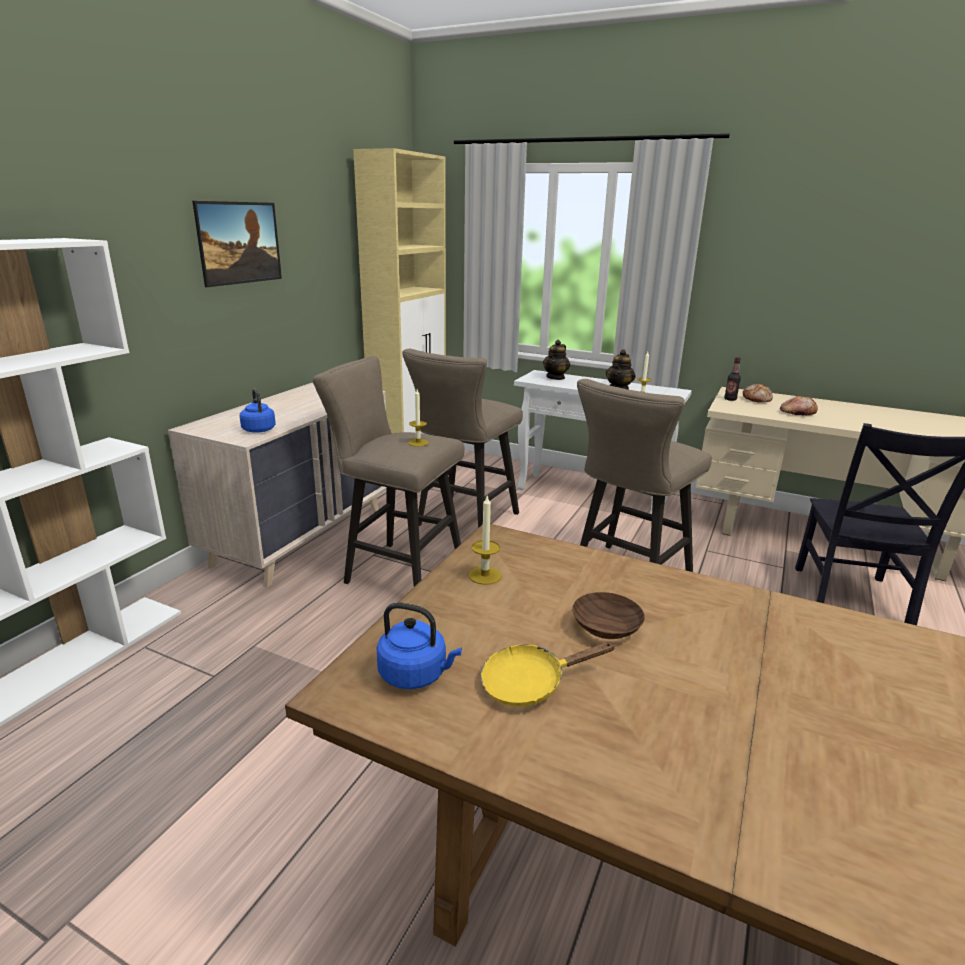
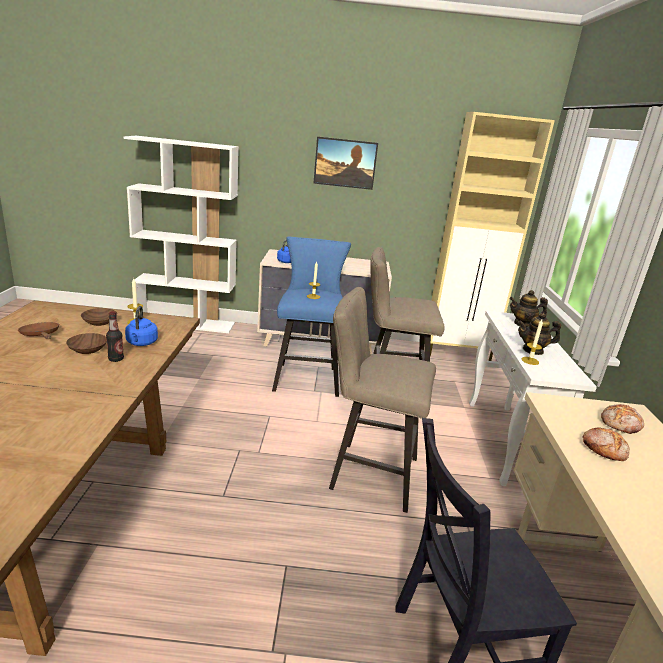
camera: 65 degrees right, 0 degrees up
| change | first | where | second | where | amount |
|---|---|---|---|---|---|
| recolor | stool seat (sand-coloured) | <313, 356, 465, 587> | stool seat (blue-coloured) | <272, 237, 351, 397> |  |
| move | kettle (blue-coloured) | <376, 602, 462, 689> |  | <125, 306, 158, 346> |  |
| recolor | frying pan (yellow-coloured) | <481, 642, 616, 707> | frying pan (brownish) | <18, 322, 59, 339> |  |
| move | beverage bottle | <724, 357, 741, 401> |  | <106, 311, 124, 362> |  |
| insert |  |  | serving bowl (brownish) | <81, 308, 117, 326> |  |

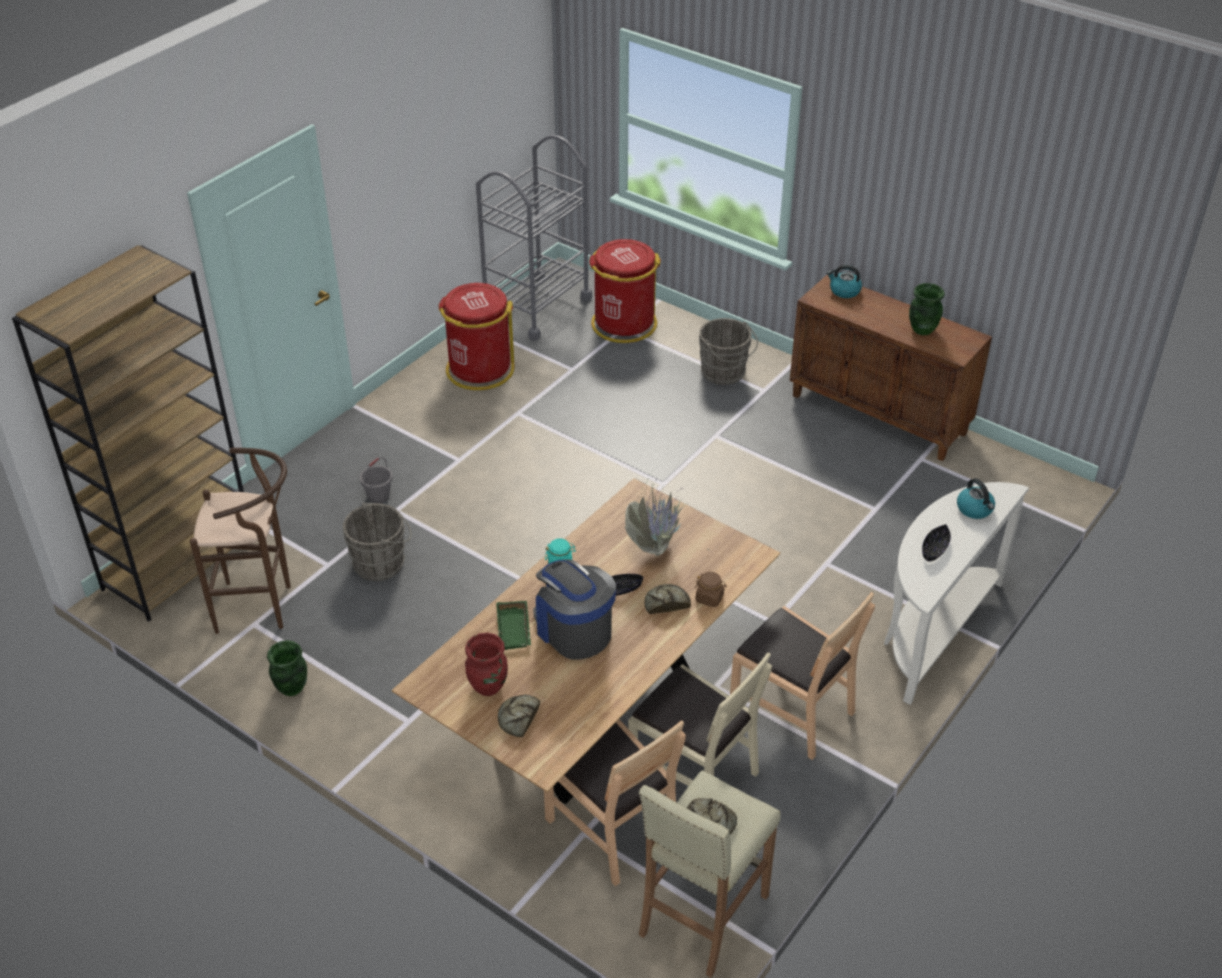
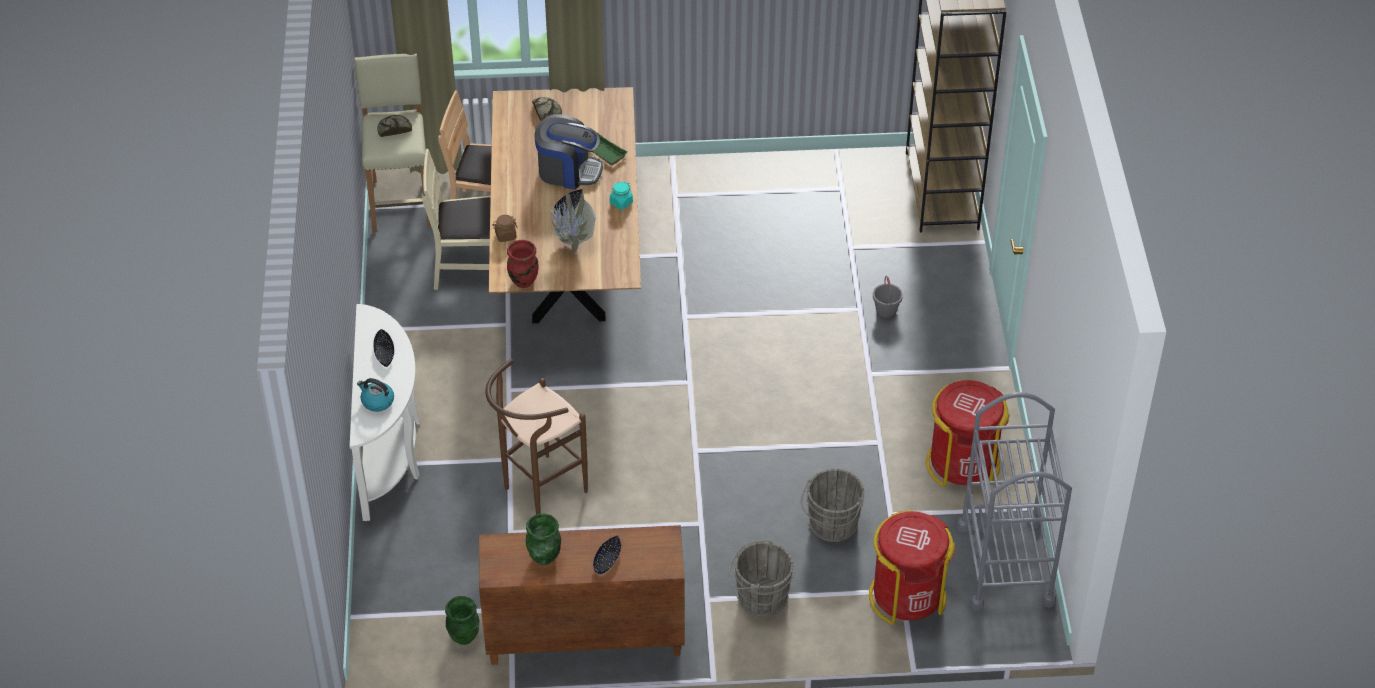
camera: 140 degrees right, 5 degrees up
| change | first | where | second | where | amount |
|---|---|---|---|---|---|
| move | stool seat (brownish) | <190, 448, 291, 634> |  | <485, 359, 588, 515> |  |
| move | decorative vase (green-coloured) | <267, 640, 307, 696> |  | <445, 596, 479, 645> |  |
| move | water bucket (greyish) | <343, 503, 412, 581> |  | <801, 469, 865, 542> |  |
| move | decorative vase (reddish) | <465, 633, 508, 696> |  | <507, 240, 538, 288> |  |
| delete | bakery bread | <644, 584, 691, 614> |  |  |  |
| delete | plain chair (brownish) | <730, 592, 875, 760> |  |  |  |
| delete | kettle | <827, 265, 862, 298> |  |  |  |
| insert |  |  | serving bowl (blackish) | <593, 535, 621, 574> |  |

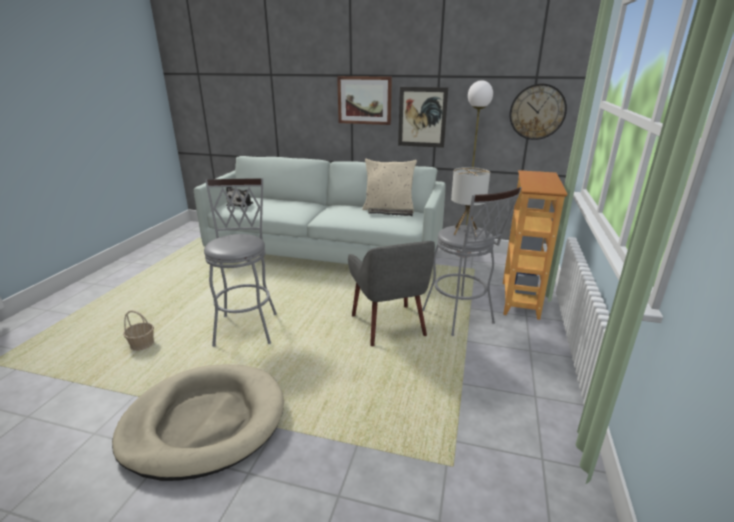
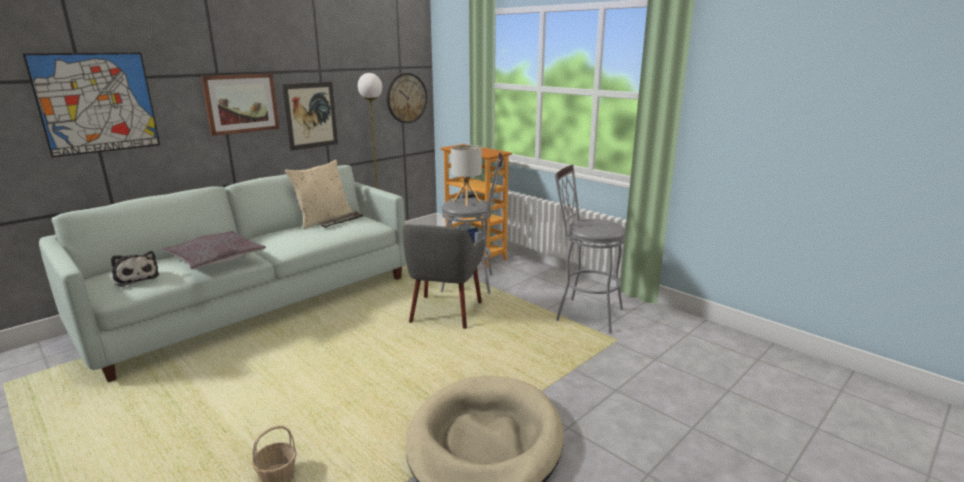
camera: 60 degrees left, 5 degrees down
| change | first | where | second | where | amount |
|---|---|---|---|---|---|
| move | stool seat (greyish) | <204, 178, 277, 347> |  | <555, 165, 626, 333> |  |
| rotate | armchair (greyish) | <348, 241, 435, 346> |  | <403, 224, 485, 329> | 90 degrees clockwise |
| insert |  |  | wall art | <23, 53, 160, 157> |  |
| insert |  |  | pillow (greyish) | <162, 231, 266, 269> |  |

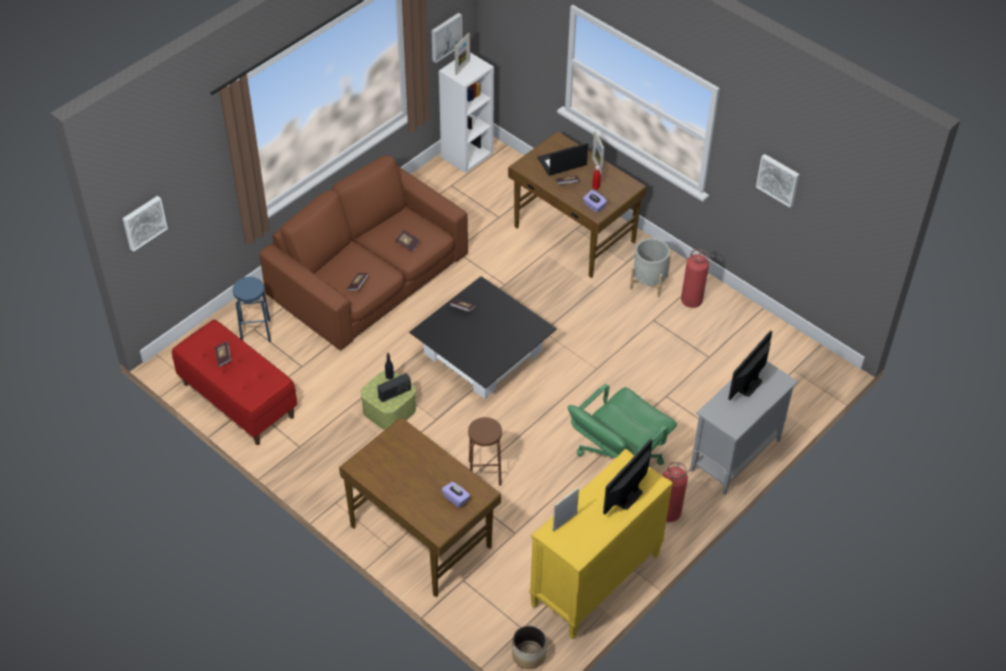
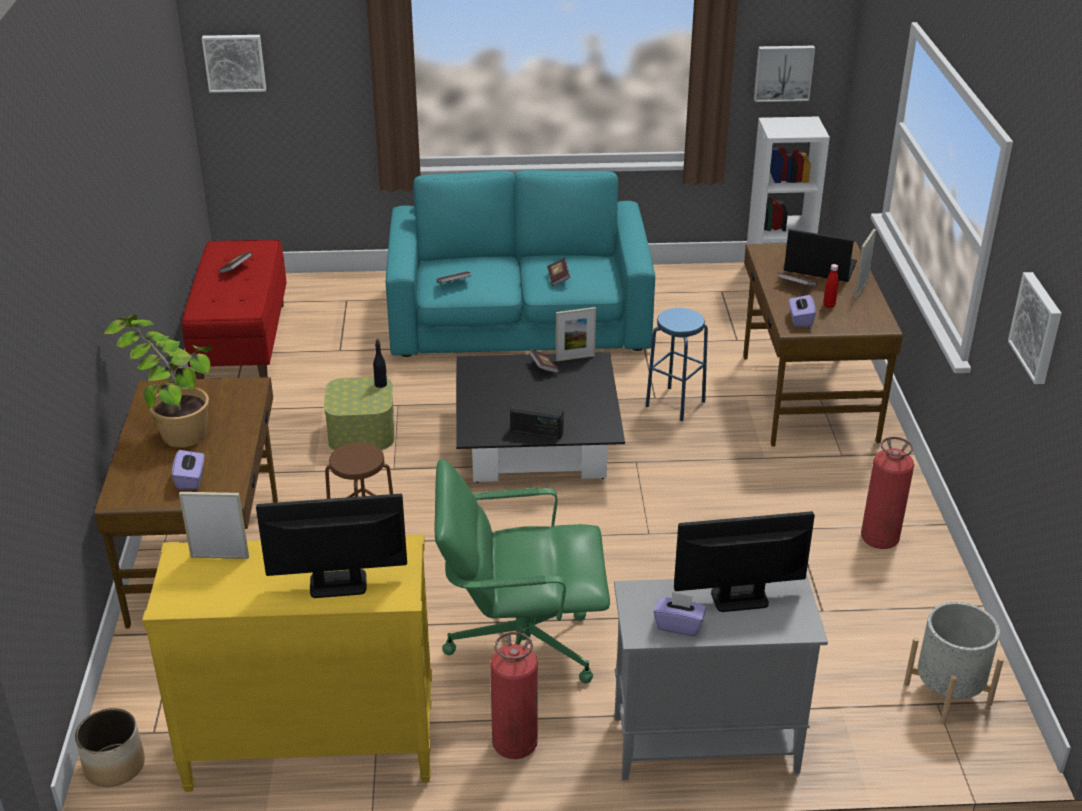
camera: 45 degrees right, 15 degrees down
| change | first | where | second | where | amount |
|---|---|---|---|---|---|
| move | stool seat (blue-coloured) | <233, 277, 271, 342> |  | <646, 308, 708, 421> |  |
| recolor | sofa (brownish) | <259, 155, 468, 350> | sofa (turquoise-coloured) | <386, 170, 655, 357> |  |
| move | radio set | <377, 373, 411, 402> |  | <510, 403, 564, 439> |  |
| move | standing frame | <455, 33, 470, 75> |  | <556, 307, 596, 362> |  |
| move | plant pot (greyish) | <630, 238, 671, 297> |  | <904, 602, 1004, 725> |  |
| insert |  |  | plant in a pot | <103, 315, 212, 448> |  |
| insert |  |  | box of tissues (purplish) | <654, 592, 706, 636> |  |

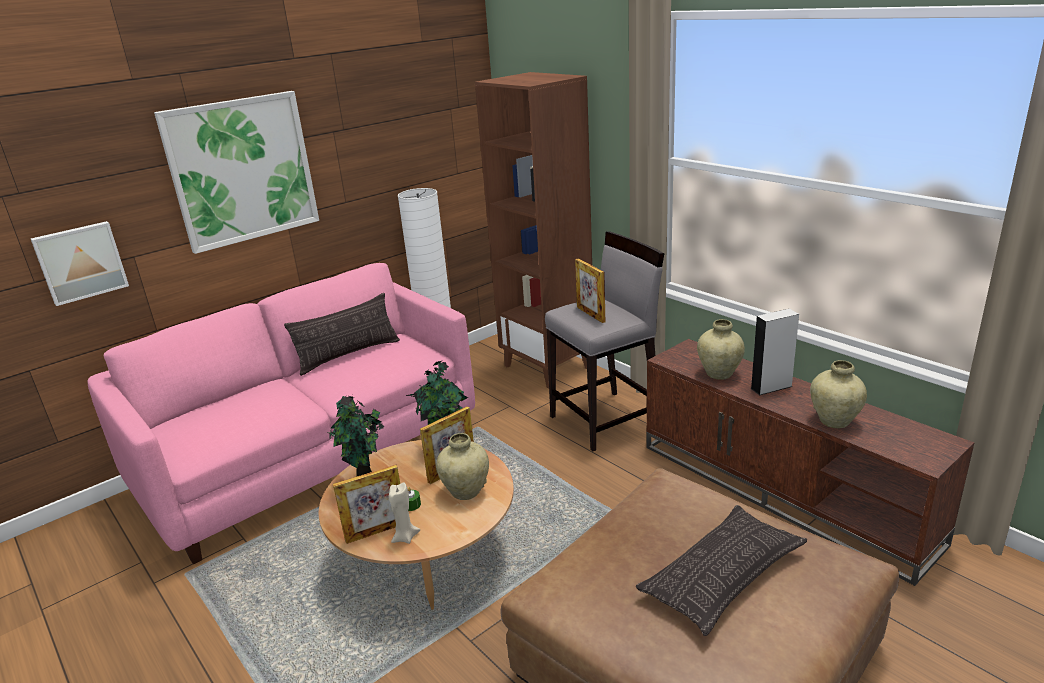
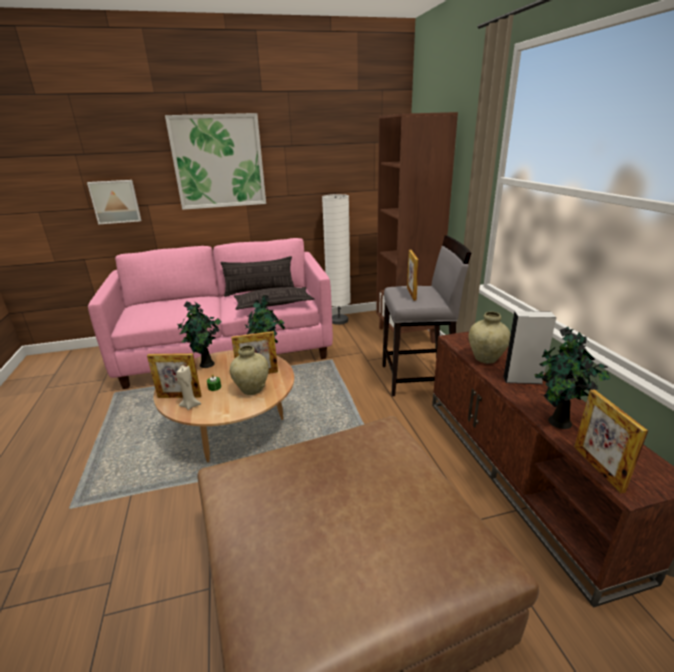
camera: 25 degrees right, 0 degrees up
| change | first | where | second | where | amount |
|---|---|---|---|---|---|
| move | pillow | <636, 505, 807, 636> |  | <234, 287, 314, 310> |  |
| replace | decorative vase (sand-coloured) | <810, 360, 867, 428> | plant in a pot | <534, 327, 610, 429> |  |
| insert |  |  | standing frame | <574, 389, 648, 493> |  |

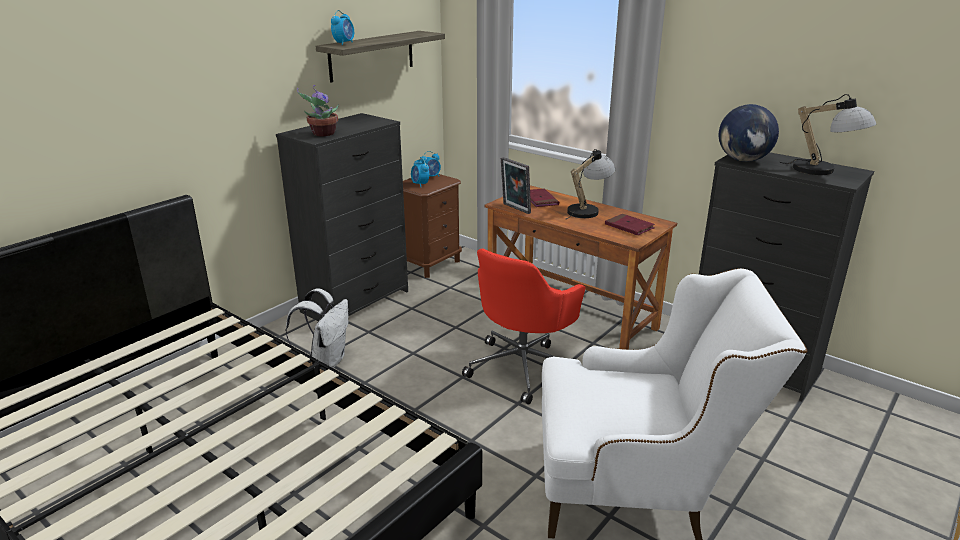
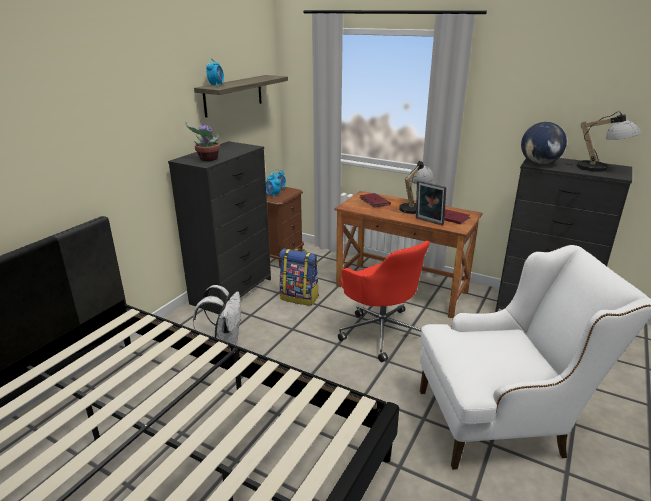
camera: 10 degrees left, 0 degrees up
| change | first | where | second | where | amount |
|---|---|---|---|---|---|
| rotate | computer chair (reddish) | <462, 248, 585, 405> |  | <338, 241, 430, 362> | 60 degrees counterclockwise |
| move | standing frame | <501, 157, 531, 214> |  | <416, 180, 446, 226> |  |
| insert |  |  | knapsack | <279, 248, 319, 306> |  |

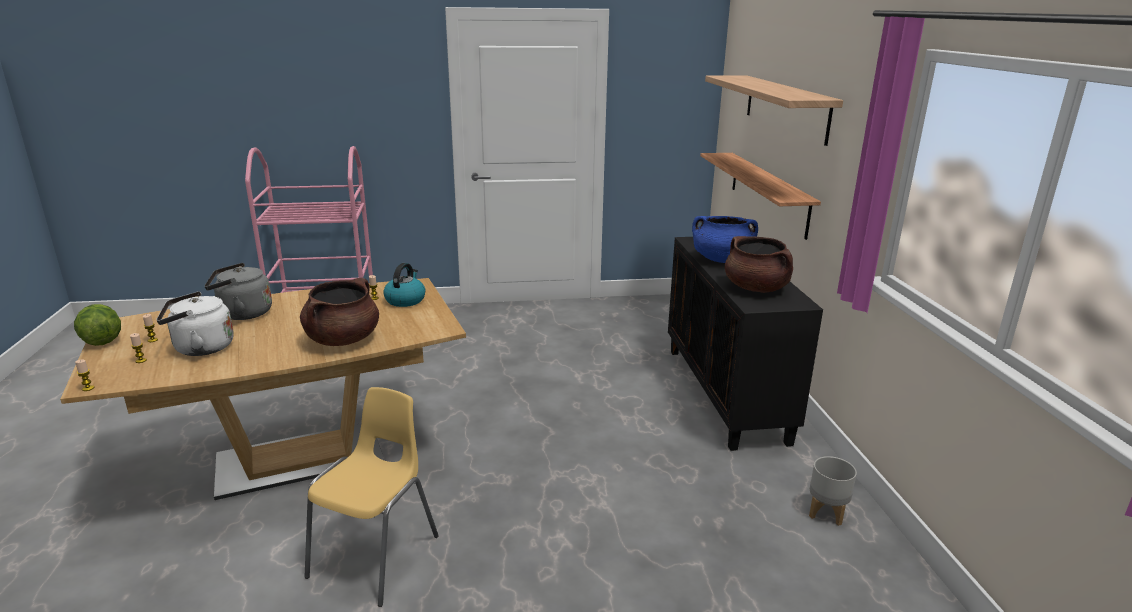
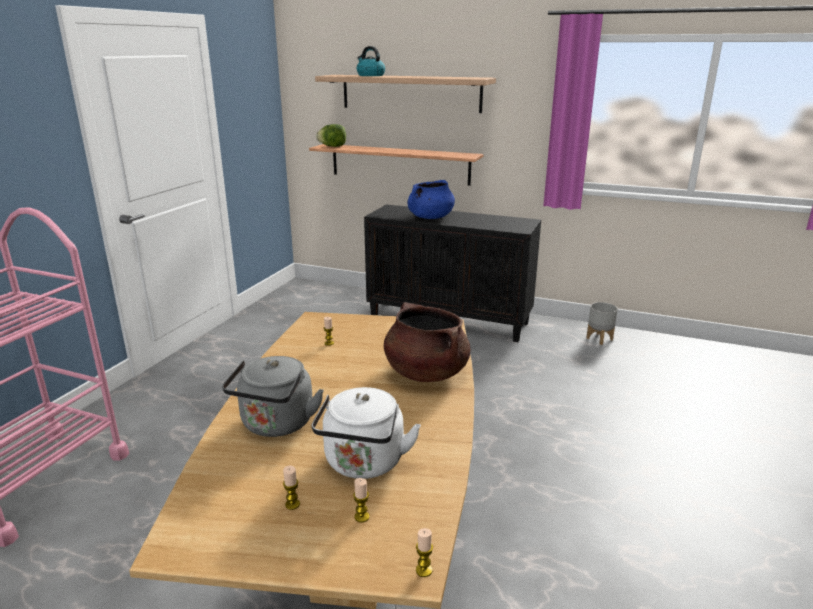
camera: 60 degrees left, 0 degrees up
| change | first | where | second | where | amount |
|---|---|---|---|---|---|
| move | head of lettuce | <74, 304, 121, 346> |  | <316, 124, 346, 147> |  |
| delete | plain chair (yellow-coloured) | <305, 387, 439, 607> |  |  |  |
| move | kettle | <383, 263, 425, 307> |  | <357, 46, 385, 76> |  |
| delete | stockpot (brownish) | <725, 236, 793, 293> |  |  |  |

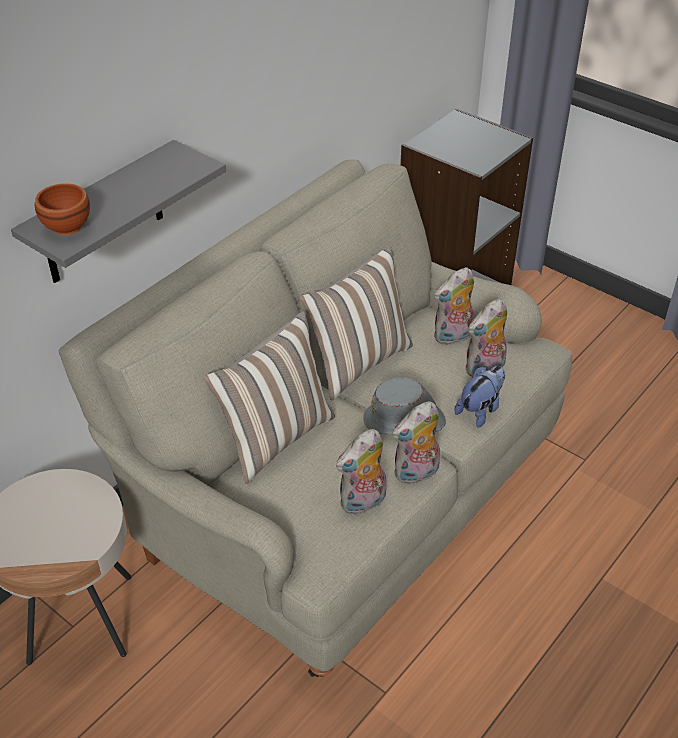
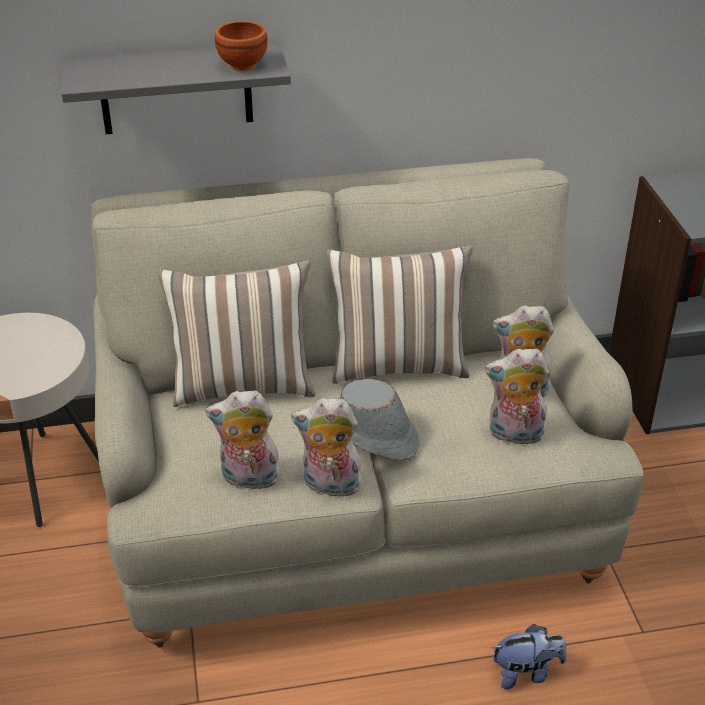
camera: 40 degrees right, 5 degrees down
| change | first | where | second | where | amount |
|---|---|---|---|---|---|
| move | serving bowl (brownish) | <35, 183, 90, 236> |  | <215, 21, 268, 71> |  |
| move | plush toy | <455, 366, 505, 427> |  | <492, 624, 567, 689> |  |

